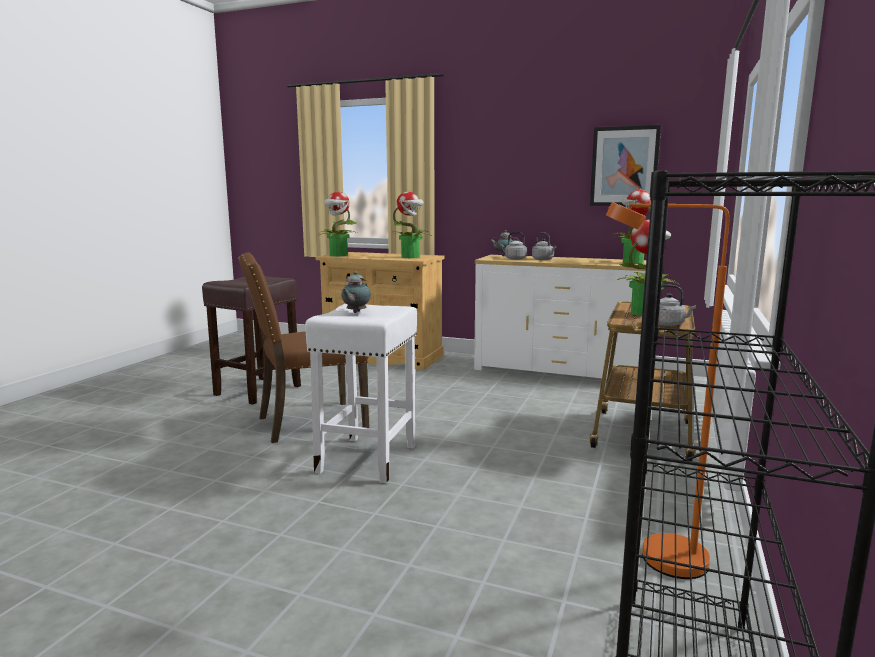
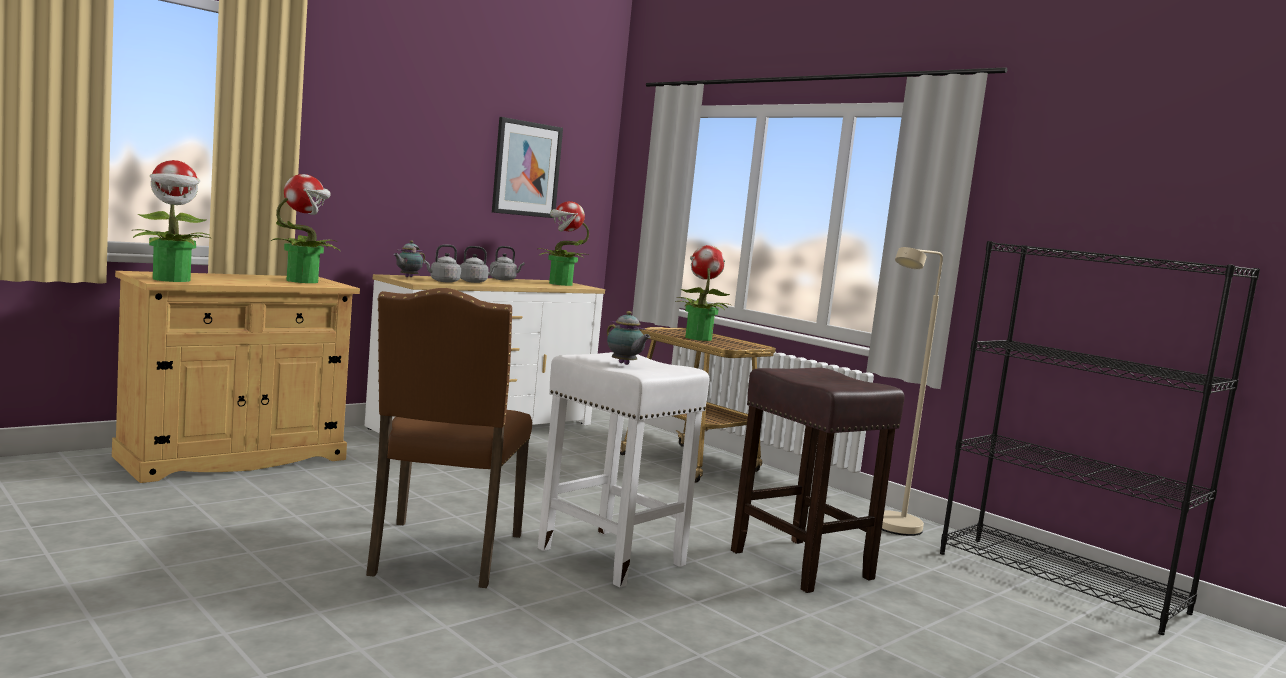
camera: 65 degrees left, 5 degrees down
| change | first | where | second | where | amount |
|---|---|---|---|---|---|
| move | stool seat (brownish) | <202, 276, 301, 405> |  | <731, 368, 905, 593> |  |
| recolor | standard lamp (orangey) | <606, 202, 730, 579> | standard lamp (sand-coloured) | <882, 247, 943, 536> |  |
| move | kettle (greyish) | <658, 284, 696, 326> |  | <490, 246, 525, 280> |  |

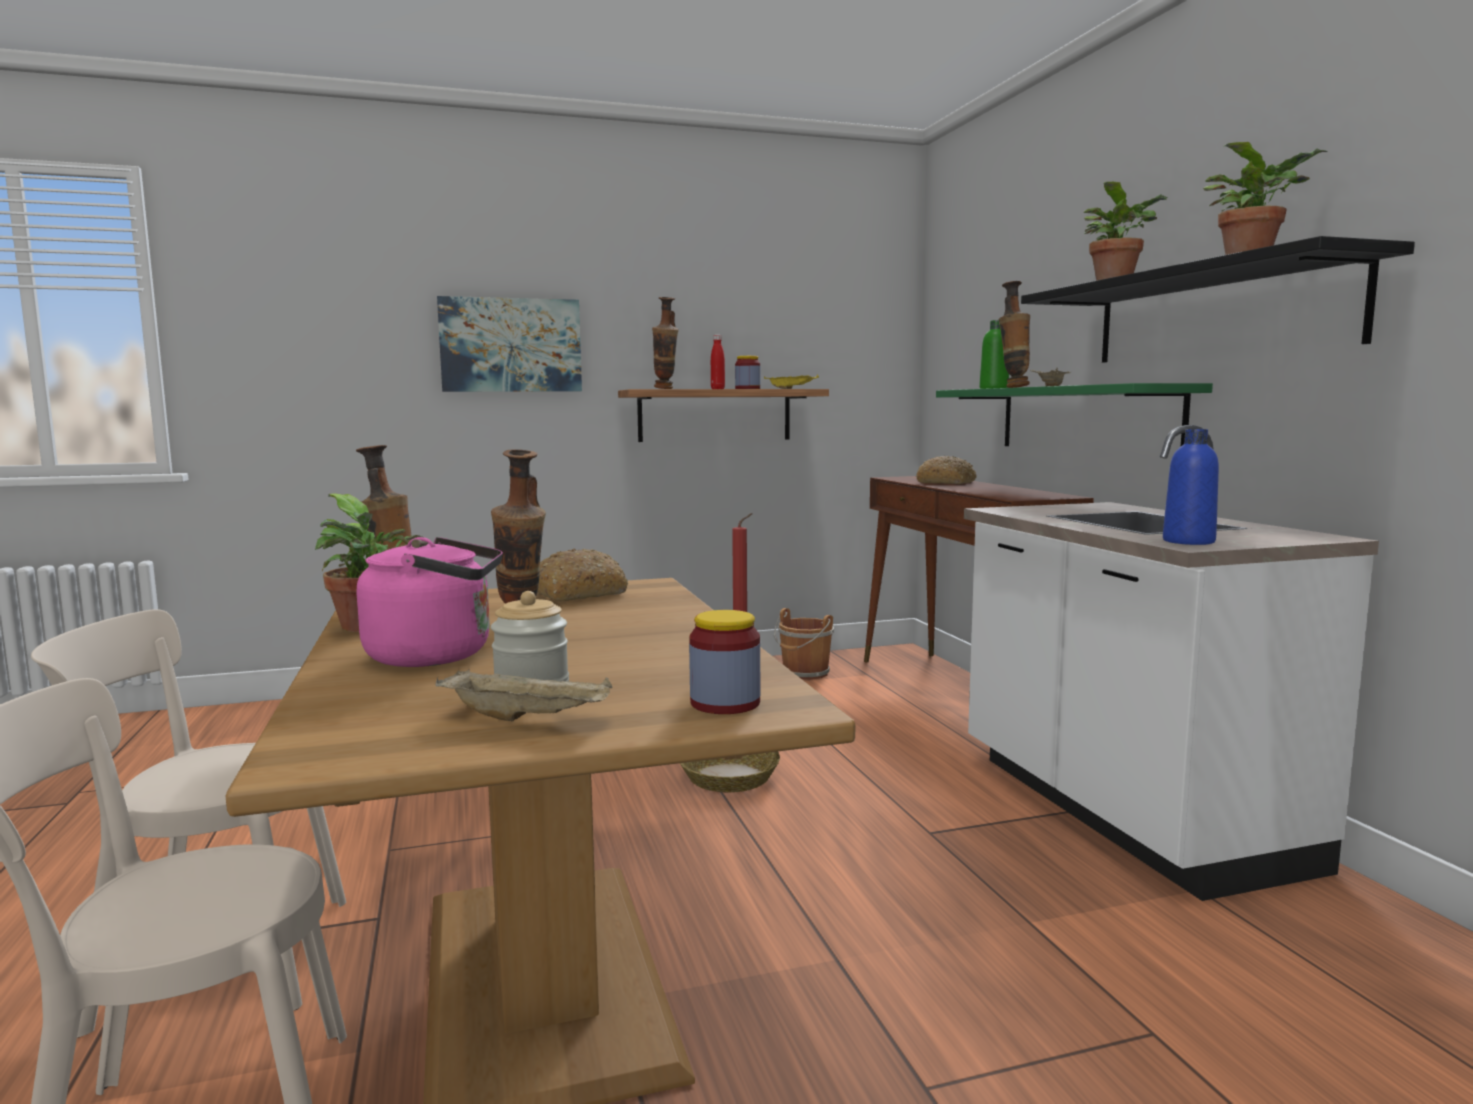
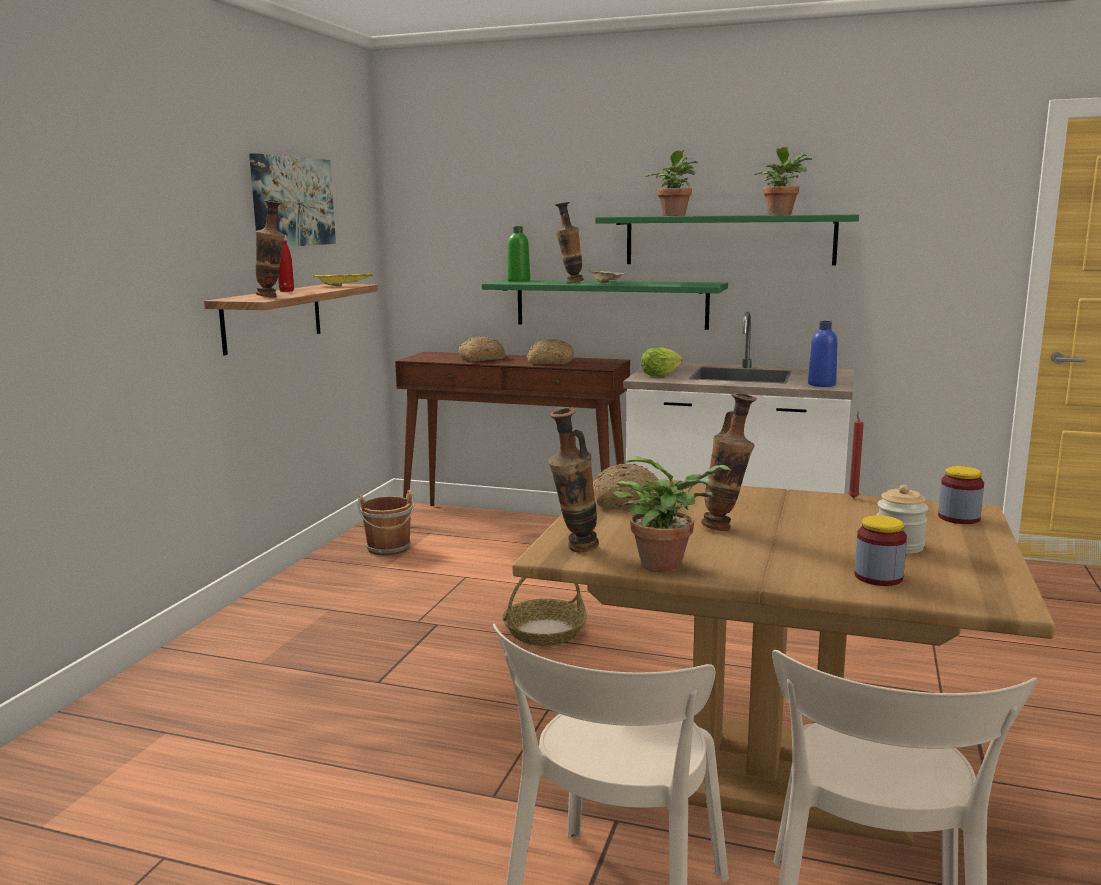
camera: 55 degrees left, 5 degrees up
| change | first | where | second | where | amount |
|---|---|---|---|---|---|
| delete | kettle (pink-coloured) | <357, 537, 503, 667> |  |  |  |
| delete | carrying tray (sand-coloured) | <435, 669, 612, 721> |  |  |  |
| move | wall art | <437, 296, 582, 392> |  | <249, 153, 336, 247> |  |
| move | preserve jar | <735, 356, 760, 389> |  | <854, 515, 907, 586> |  |
| recolor | bracket shelf (blackish) | <1021, 236, 1415, 363> | bracket shelf (green-coloured) | <595, 214, 859, 266> |  |
| insert |  |  | bakery bread | <527, 339, 574, 364> |  |
| insert |  |  | head of lettuce | <641, 347, 683, 376> |  |

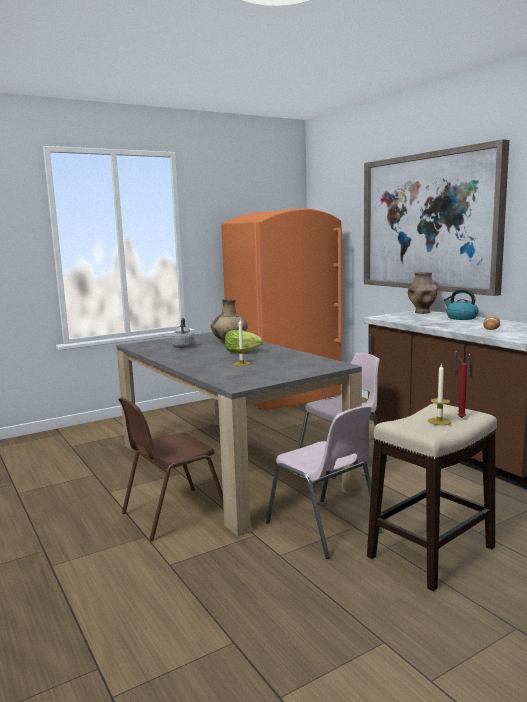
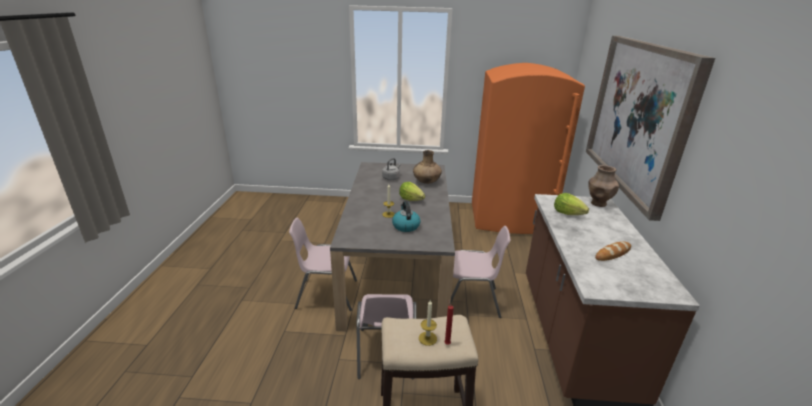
camera: 35 degrees right, 15 degrees up
| change | first | where | second | where | amount |
|---|---|---|---|---|---|
| recolor | plain chair (brownish) | <118, 397, 223, 541> | plain chair (pink-coloured) | <289, 218, 357, 311> |  |
| move | kettle | <444, 289, 479, 320> |  | <392, 201, 421, 232> |  |
| insert |  |  | head of lettuce | <554, 193, 589, 215> |  |

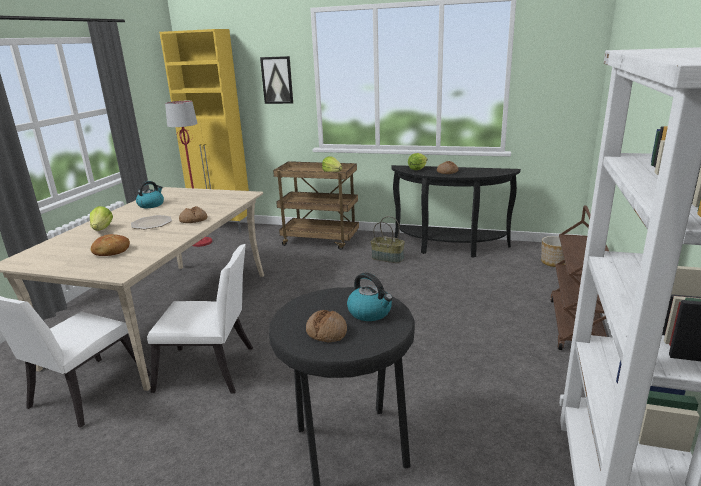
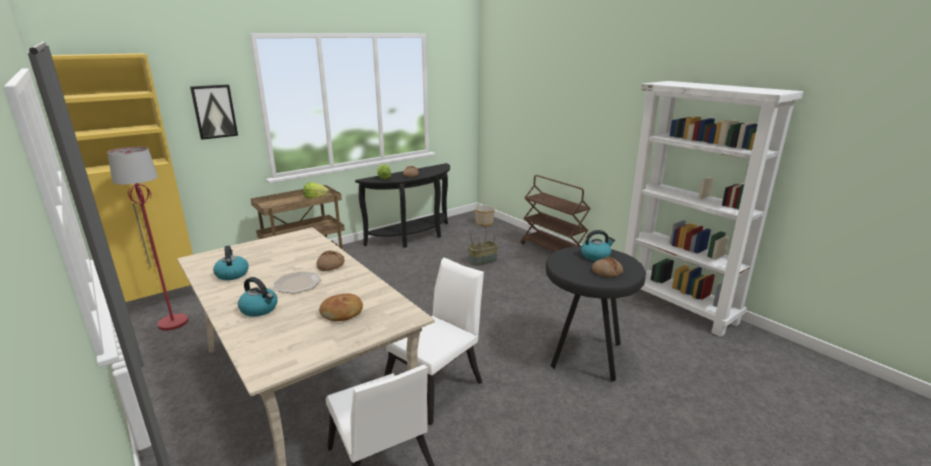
camera: 55 degrees left, 0 degrees up
| change | first | where | second | where | amount |
|---|---|---|---|---|---|
| replace | head of lettuce | <90, 206, 113, 231> | kettle | <238, 277, 278, 317> |  |
| move | storage basket | <371, 216, 405, 263> |  | <468, 224, 498, 266> |  |

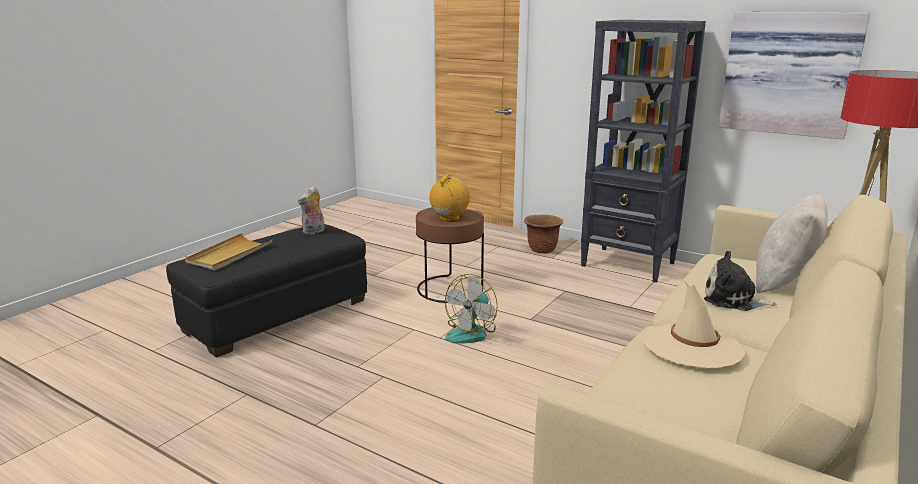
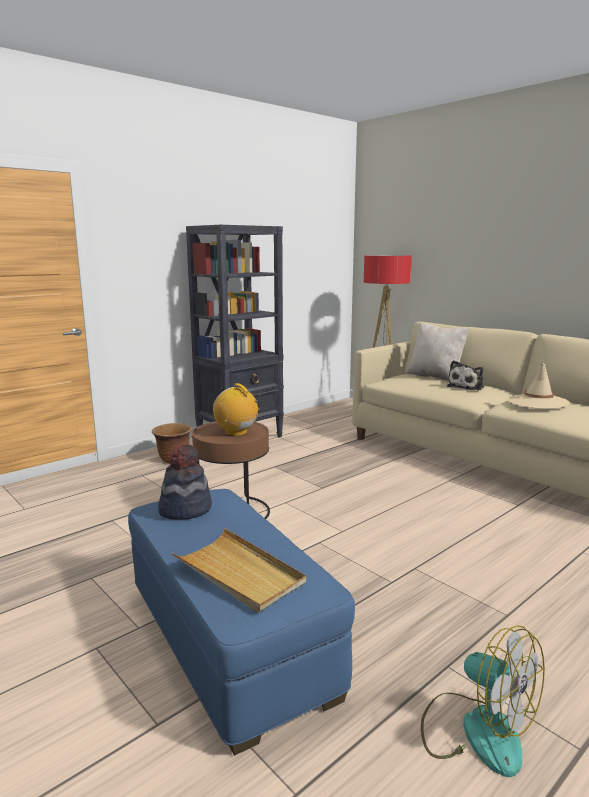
camera: 75 degrees left, 5 degrees down
| change | first | where | second | where | amount |
|---|---|---|---|---|---|
| recolor | pouffe (blackish) | <166, 224, 367, 358> | pouffe (blue-coloured) | <128, 489, 355, 755> |  |
| replace | plush toy | <298, 186, 325, 235> | wearable hat | <158, 444, 212, 520> |  |
| move | cooling fan | <445, 274, 497, 343> |  | <421, 625, 545, 777> |  |
| delete | wall art | <719, 12, 870, 140> |  |  |  |

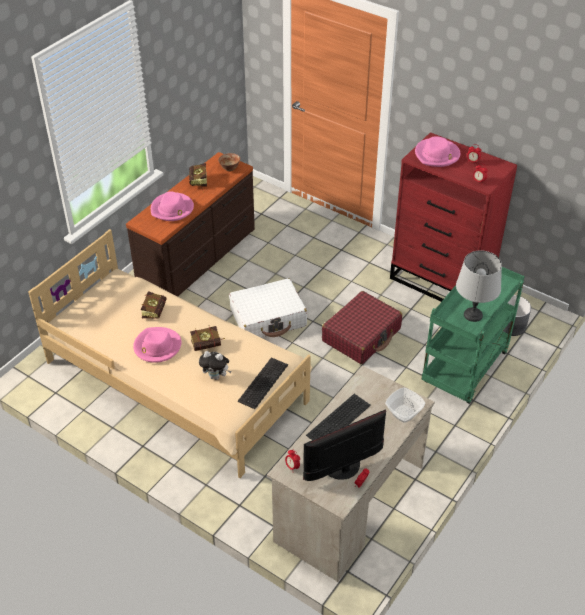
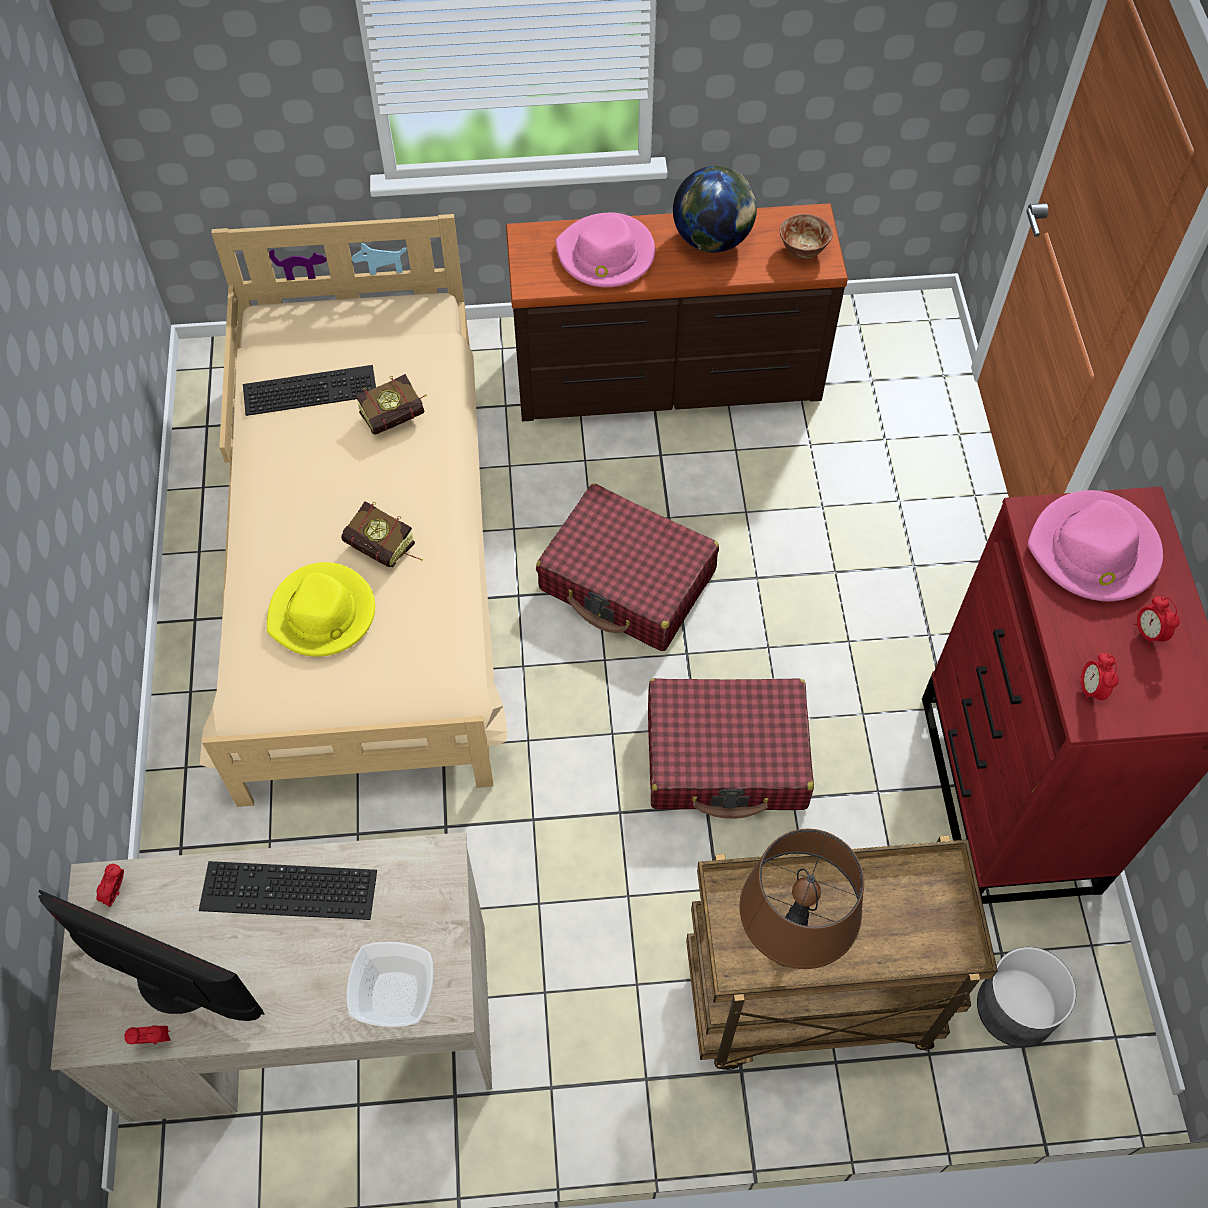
camera: 50 degrees right, 15 degrees up
| change | first | where | second | where | amount |
|---|---|---|---|---|---|
| delete | wearable hat (pink-coloured) | <133, 327, 181, 363> |  |  |  |
| replace | book | <189, 163, 207, 193> | desk globe | <673, 166, 757, 253> |  |
| replace | plush toy | <199, 351, 231, 380> | wearable hat (yellow-coloured) | <267, 562, 375, 657> |  |
| recolor | piece of luggage (white-coloured) | <229, 278, 307, 338> | piece of luggage (reddish) | <536, 484, 719, 651> |  |
| move | computer keyboard | <237, 357, 288, 409> |  | <243, 365, 376, 416> |  |
| recolor | cart (green-coloured) | <422, 267, 525, 404> | cart (brownish) | <686, 836, 998, 1070> |  |
| recolor | table lamp (greyish) | <456, 250, 502, 322> | table lamp (brownish) | <740, 829, 864, 969> |  |

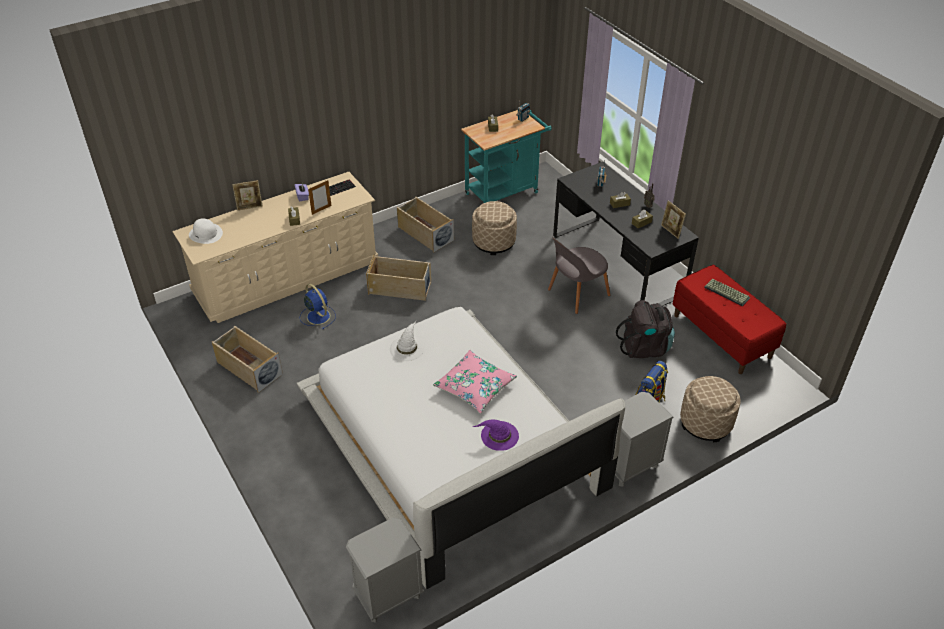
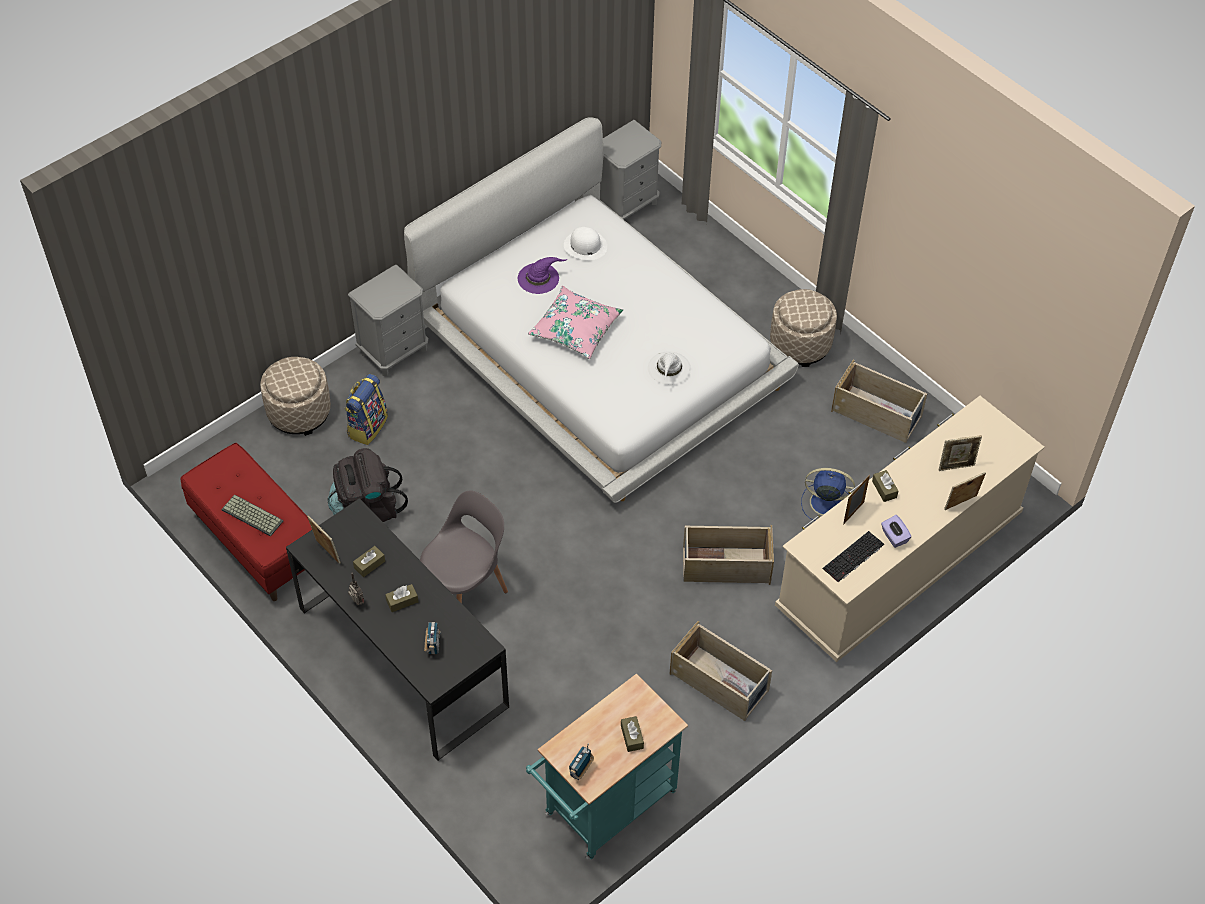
camera: 170 degrees right, 10 degrees up
| change | first | where | second | where | amount |
|---|---|---|---|---|---|
| move | wearable hat (white-coloured) | <189, 218, 223, 244> |  | <564, 227, 607, 260> |  |
| rotate | cooling fan (blue-coloured) | <300, 284, 336, 329> |  | <801, 468, 855, 521> | 150 degrees clockwise |
| move | pouffe (sand-coloured) | <472, 201, 517, 255> |  | <770, 289, 837, 367> |  |
| insert |  |  | standing frame | <939, 435, 982, 471> |  |

